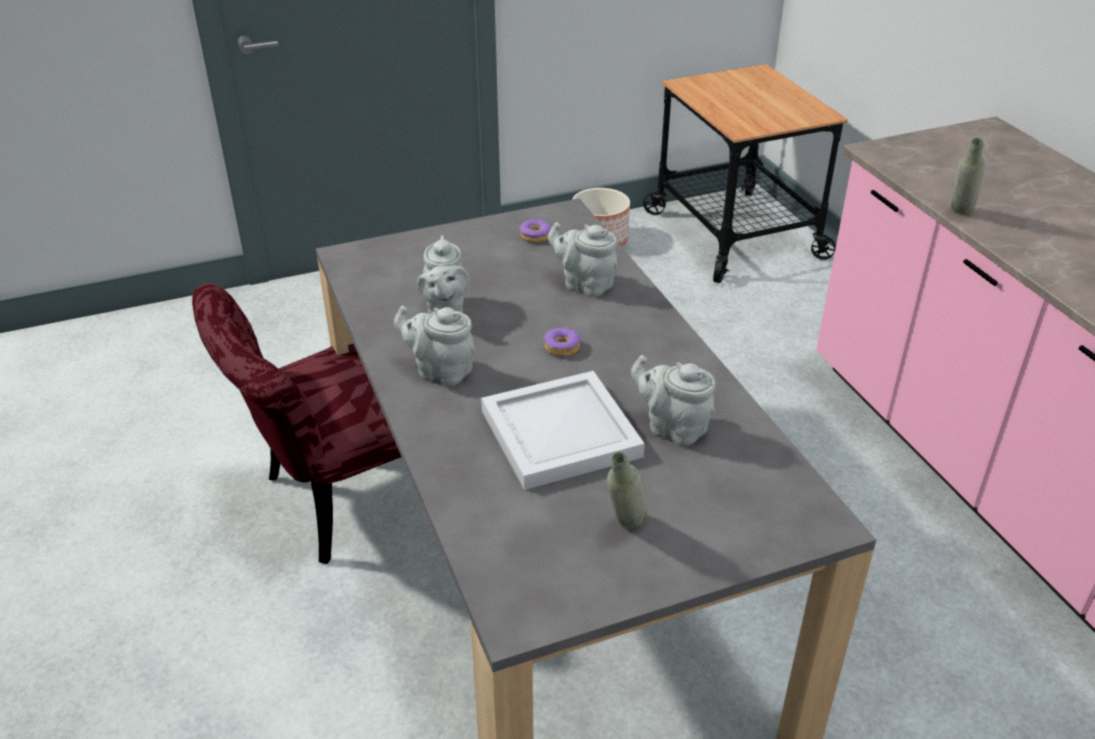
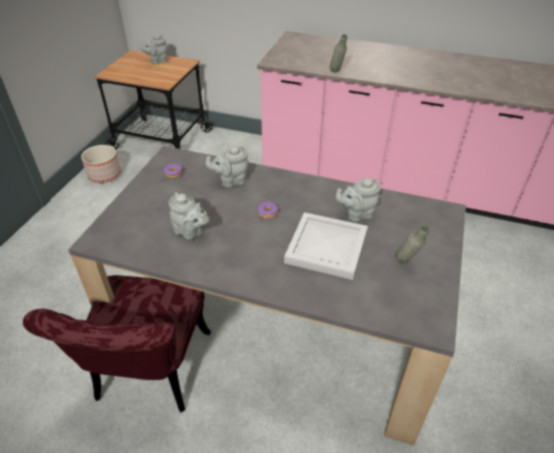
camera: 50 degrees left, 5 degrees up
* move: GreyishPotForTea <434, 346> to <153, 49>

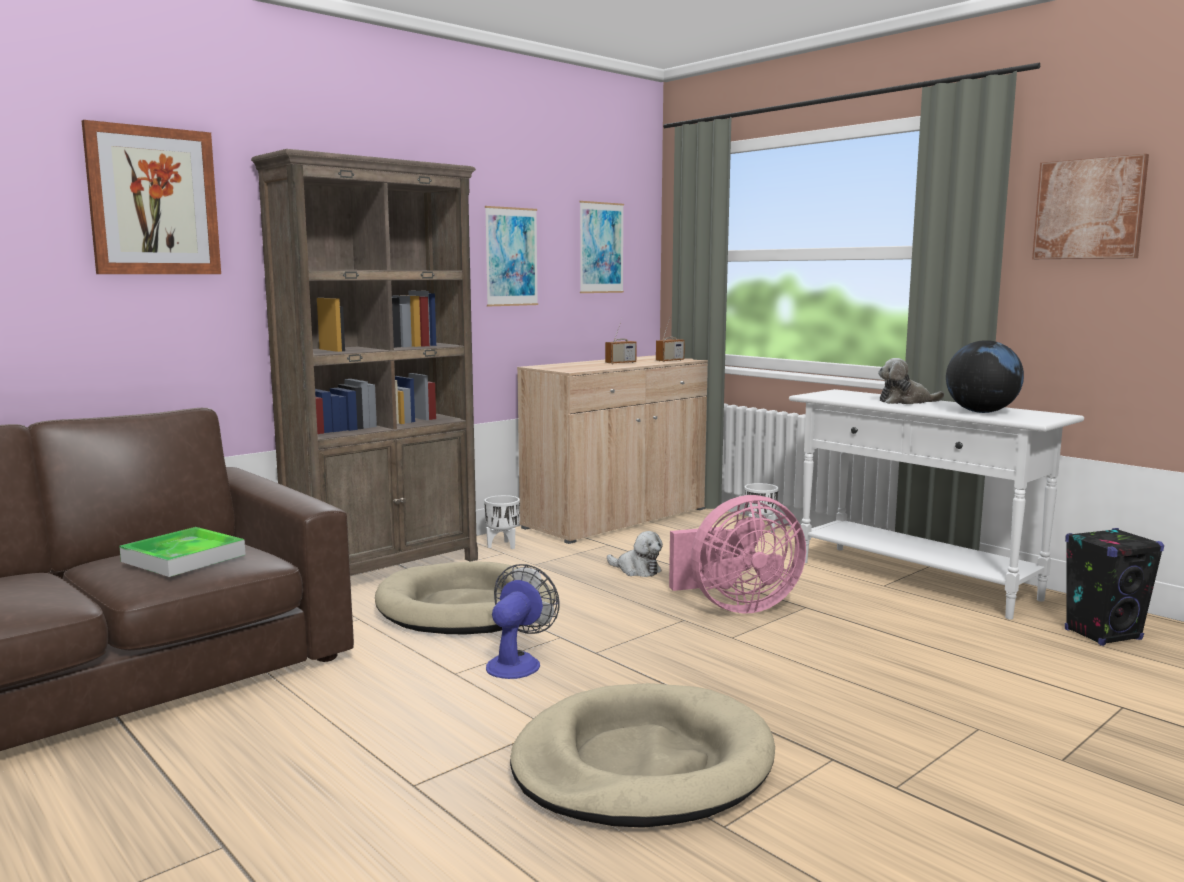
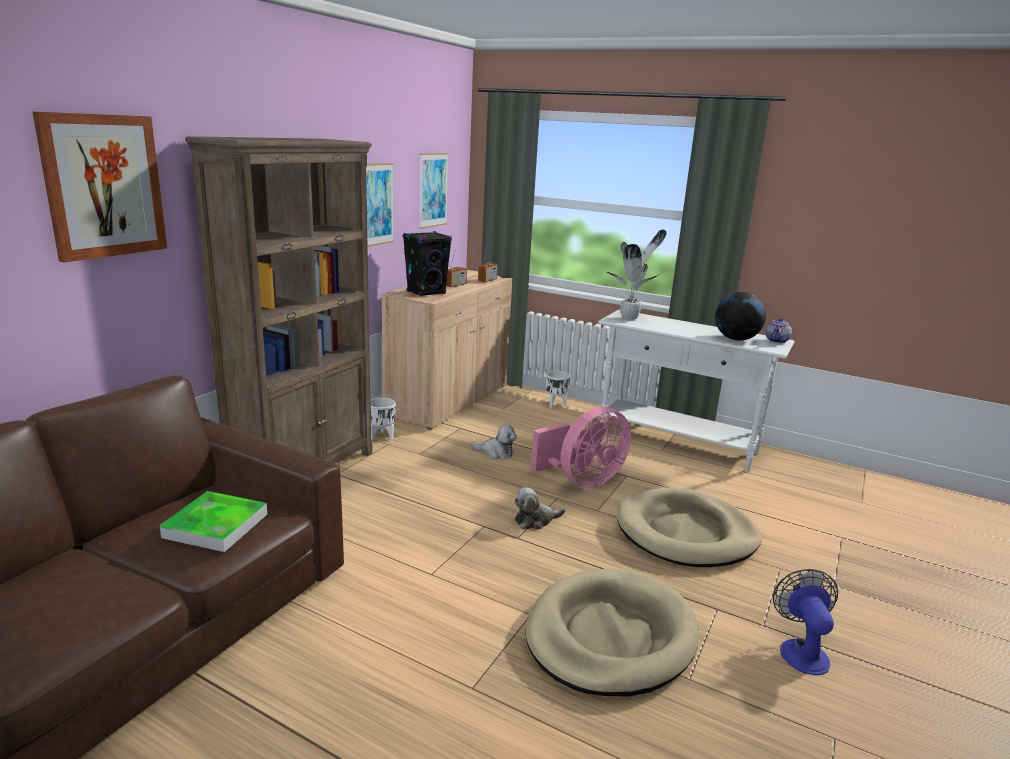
camera: 20 degrees left, 10 degrees up
* delete: WallPicture <1090, 206>
* move: CuddlyToy <911, 381> to <539, 508>
* move: BlackishAudioSpeaker <1114, 587> to <427, 264>
* move: BeigeDogBed <465, 597> to <689, 527>
* move: CoolingFan <522, 621> to <805, 622>
* insert: PlantInAPot <636, 275>
* insert: PotForTea <779, 330>

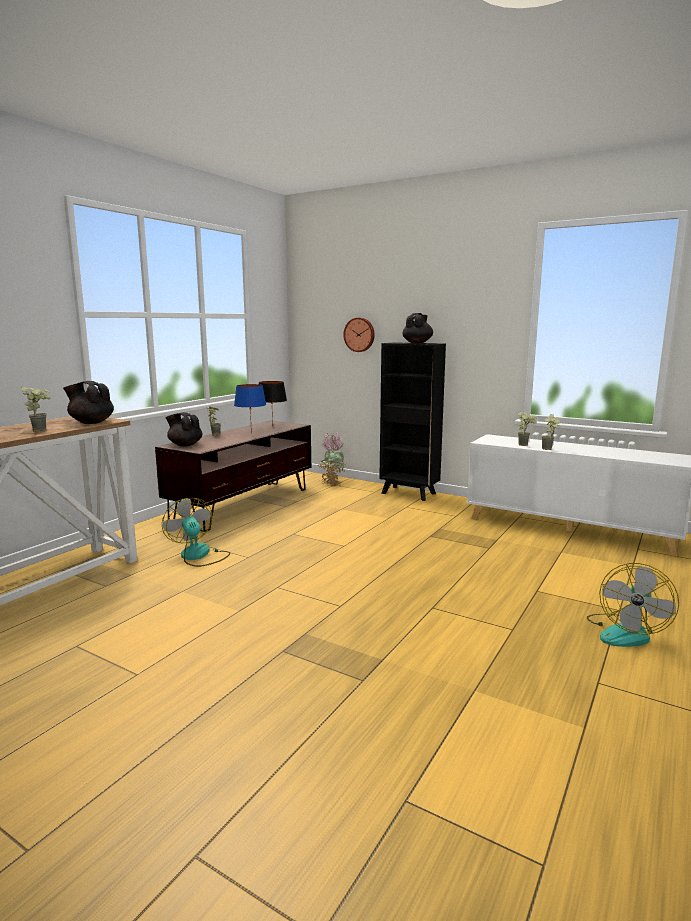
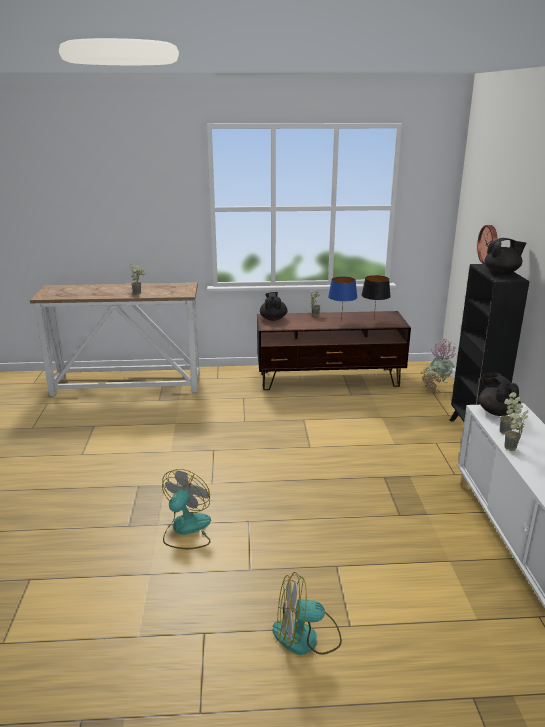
camera: 55 degrees right, 10 degrees up
* move: BlackishPotForTea <88, 402> to <500, 394>
* move: CoolingFan <196, 532> to <186, 509>

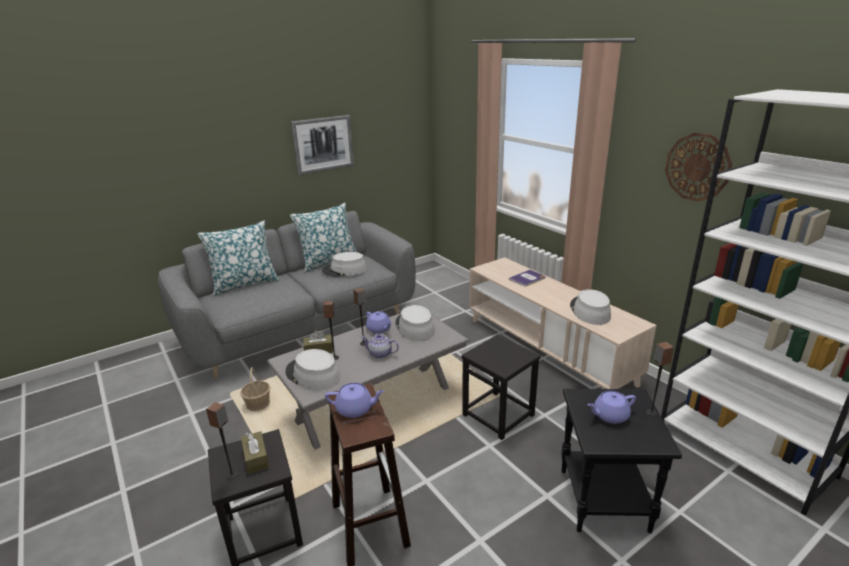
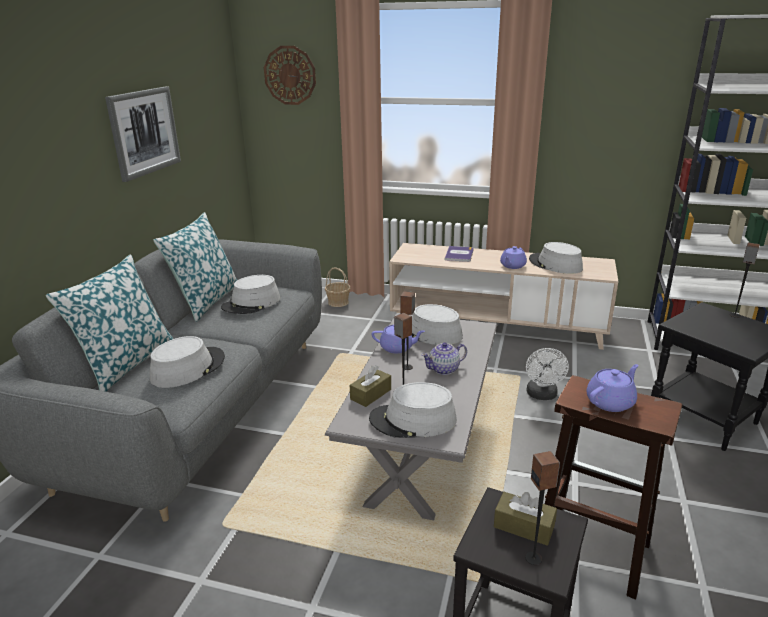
camera: 40 degrees left, 0 degrees up
* move: WallClock <698, 167> to <290, 75>
* replace: BlackishStool <501, 387> to WhiteColouredCoolingFan <547, 374>
* move: Basket <255, 389> to <338, 287>
* move: PurplePotForTea <611, 407> to <513, 257>
* insert: GreyishWearableHat <187, 362>

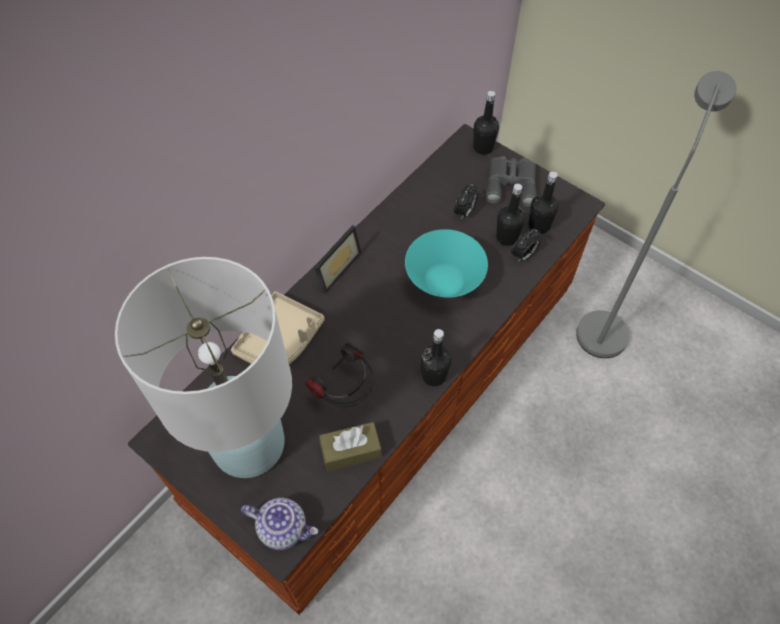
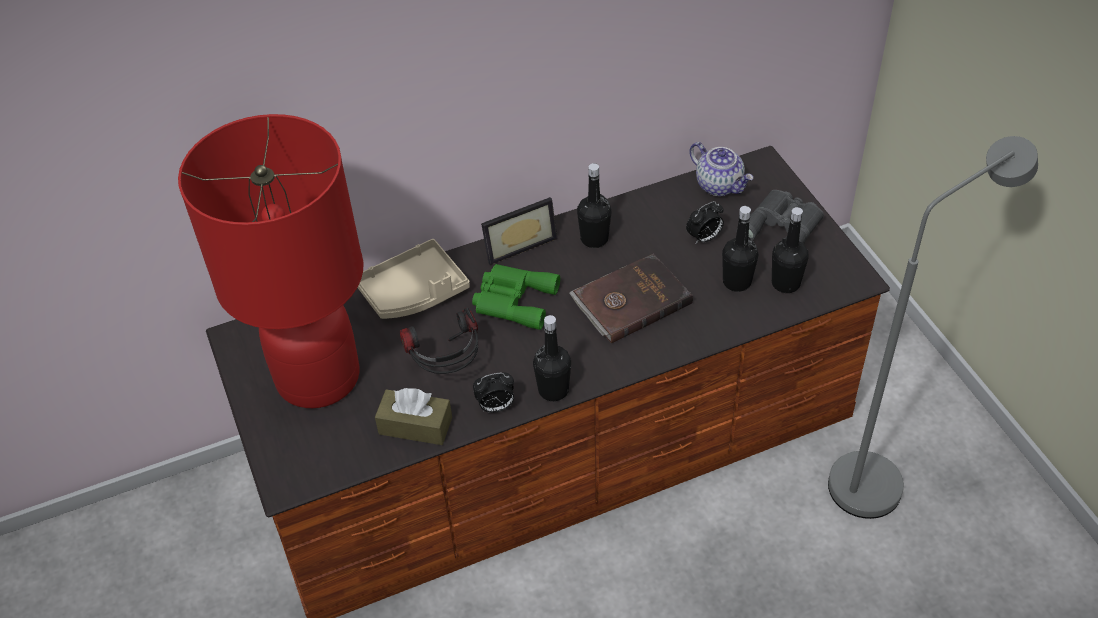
camera: 30 degrees right, 10 degrees down
* move: BlackishBottle <486, 123> to <594, 205>
* replace: TurquoiseColouredDeepDish <446, 263> to BrownishBook <631, 298>
* move: AlarmClock <526, 245> to <493, 392>
* recolor: WhiteColouredTableLamp <203, 367> to RedColouredTableLamp <270, 261>
* move: PotForTea <280, 524> to <721, 169>
* insert: GreenColouredBinoculars <516, 297>

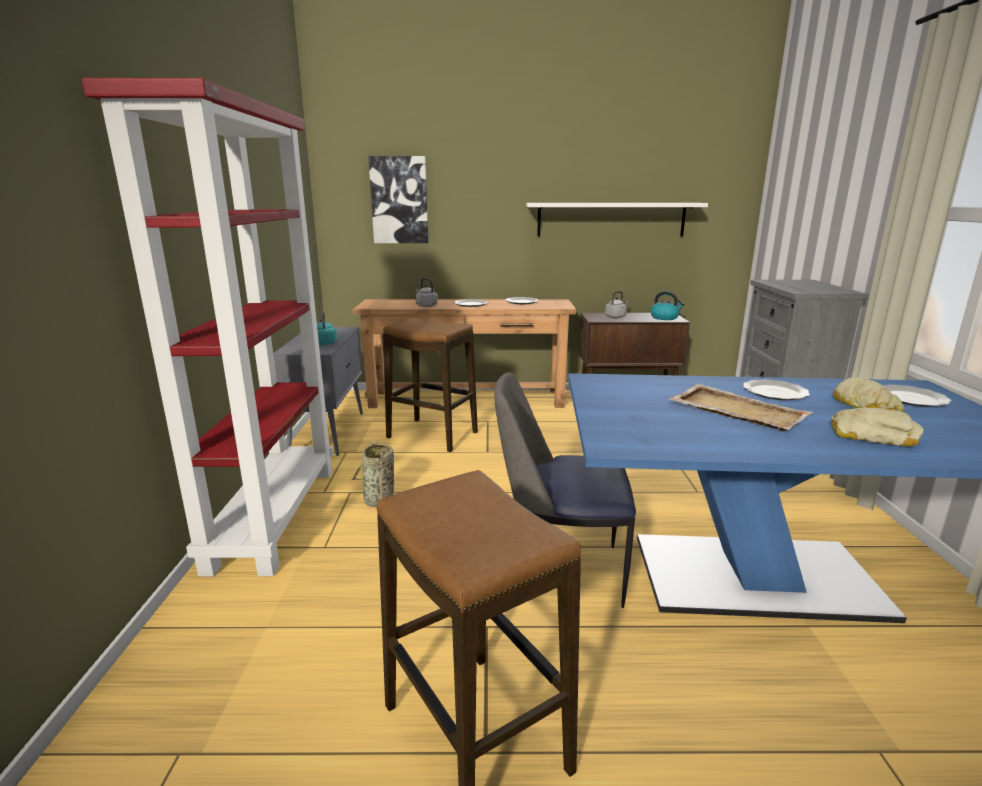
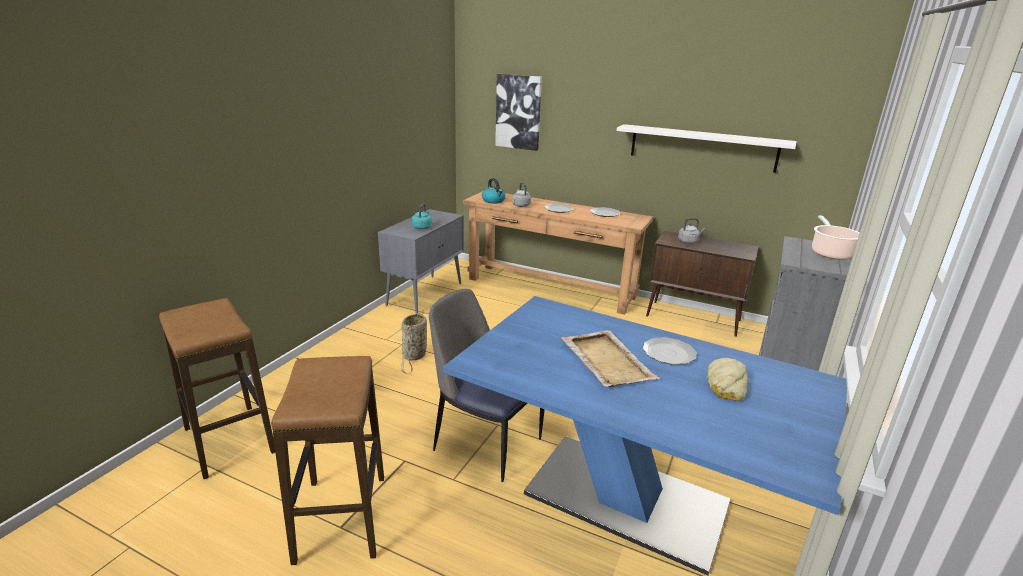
camera: 25 degrees right, 5 degrees up
* delete: RedColouredBookshelf <207, 327>
* move: TeaKettle <667, 305> to <494, 190>
* move: Stool <430, 385> to <217, 388>
* delete: FlatDish <916, 396>
* delete: Bread <877, 427>
* insert: CookingPot <836, 237>

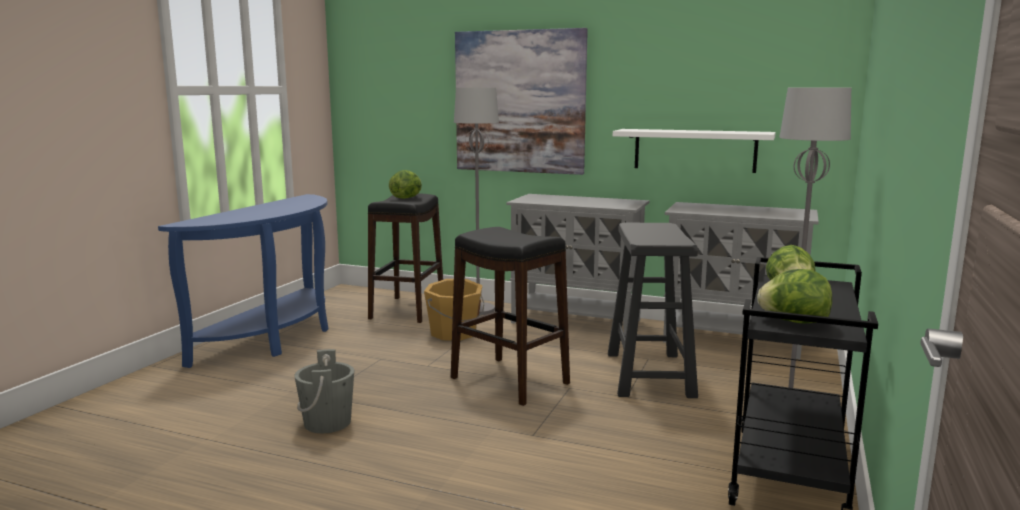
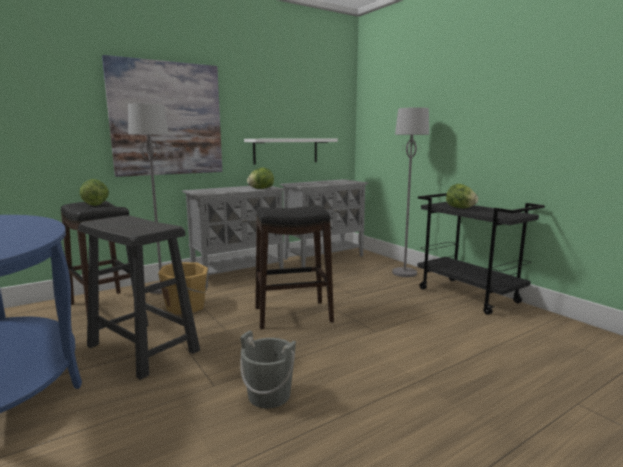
camera: 55 degrees left, 0 degrees up
* move: BlackishStool <653, 310> to <139, 298>
* move: Lettuce <794, 296> to <260, 178>

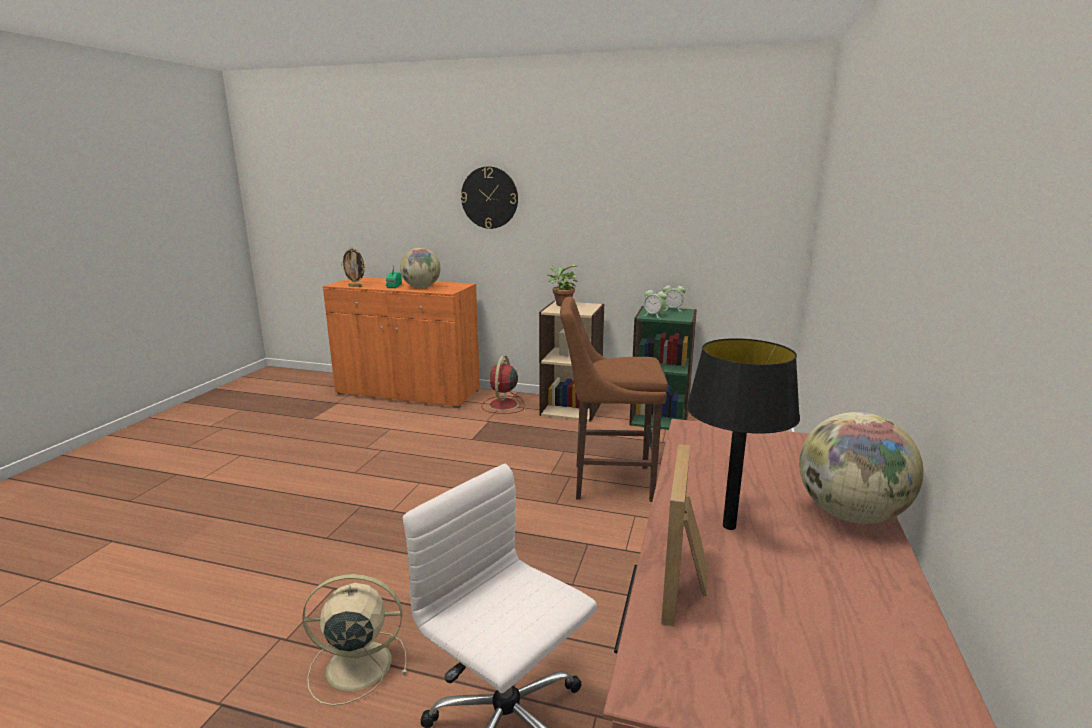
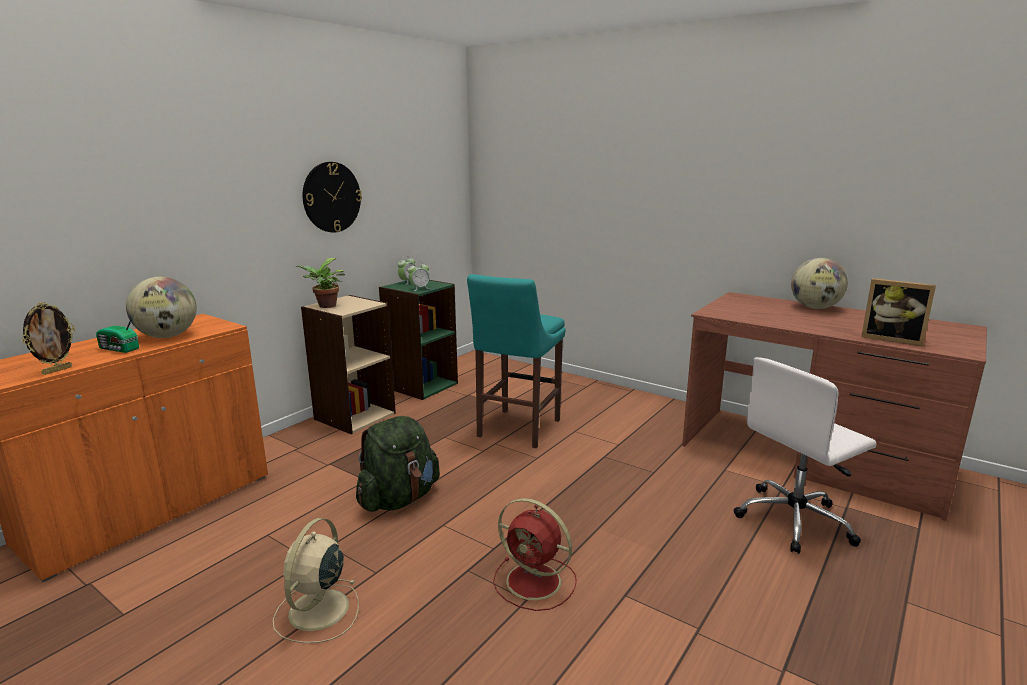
camera: 70 degrees left, 0 degrees up
* move: WallClock <489, 197> to <332, 197>
* recolor: BrownishStool <614, 399> to TurquoiseColouredStool <516, 361>
* delete: BlackishTableLamp <743, 434>
* move: RedColouredCoolingFan <503, 384> to <535, 554>
* move: BeigeCoolingFan <354, 640> to <316, 580>
* insert: GreenColouredKnapsack <398, 464>

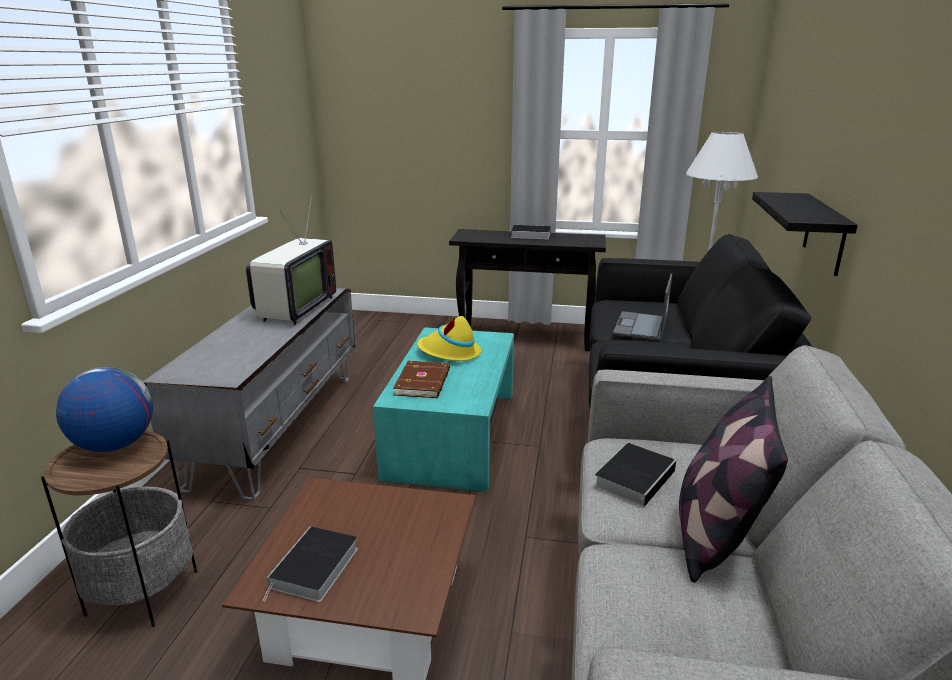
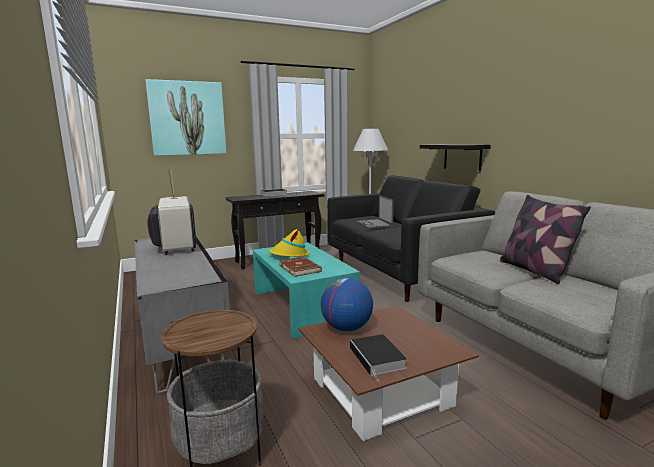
camera: 35 degrees left, 10 degrees down
* move: DeskGlobe <104, 409> to <347, 304>
* delete: Book <635, 475>
* insert: WallPicture <186, 117>

